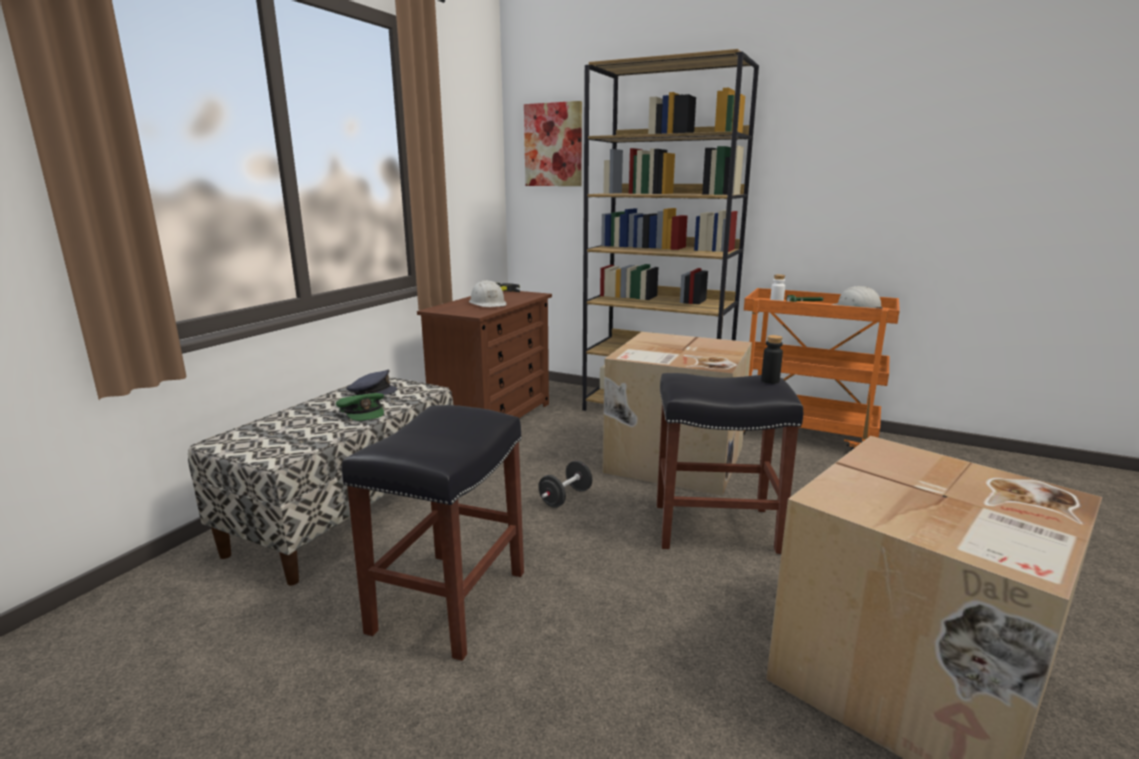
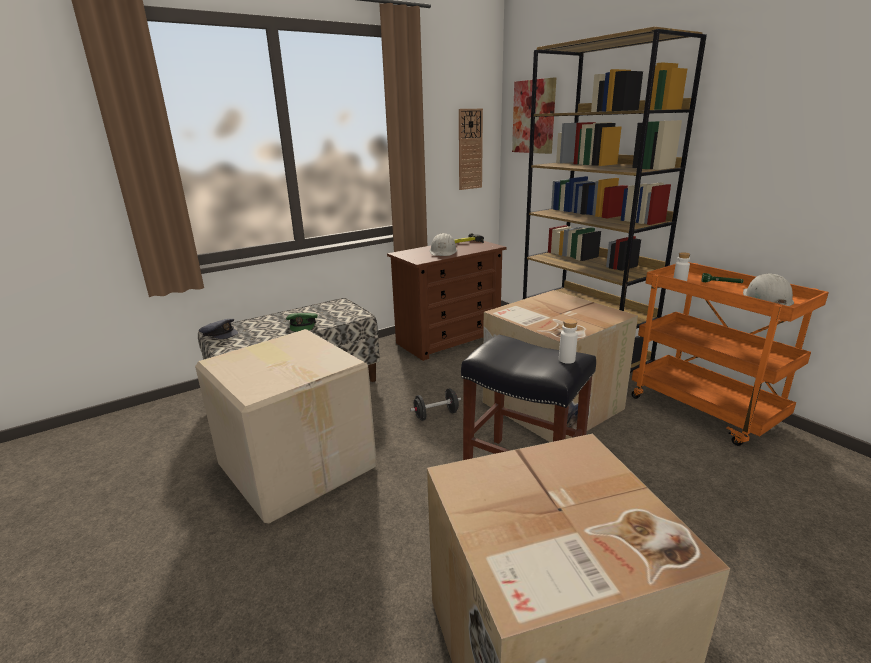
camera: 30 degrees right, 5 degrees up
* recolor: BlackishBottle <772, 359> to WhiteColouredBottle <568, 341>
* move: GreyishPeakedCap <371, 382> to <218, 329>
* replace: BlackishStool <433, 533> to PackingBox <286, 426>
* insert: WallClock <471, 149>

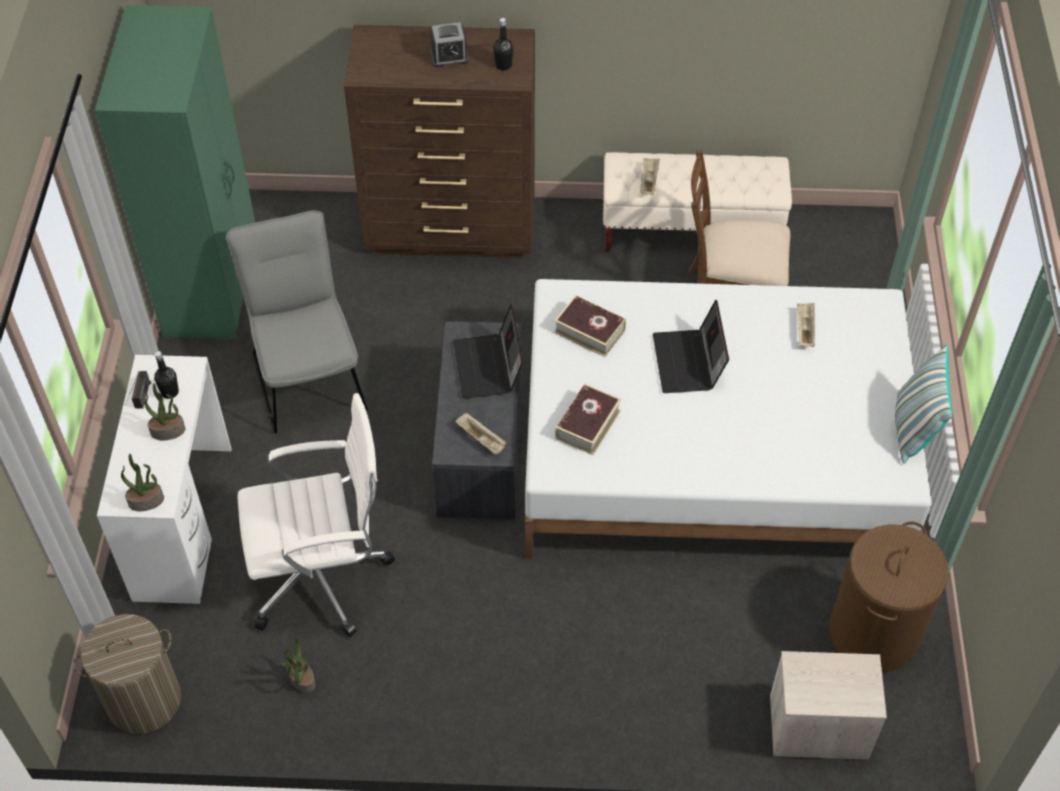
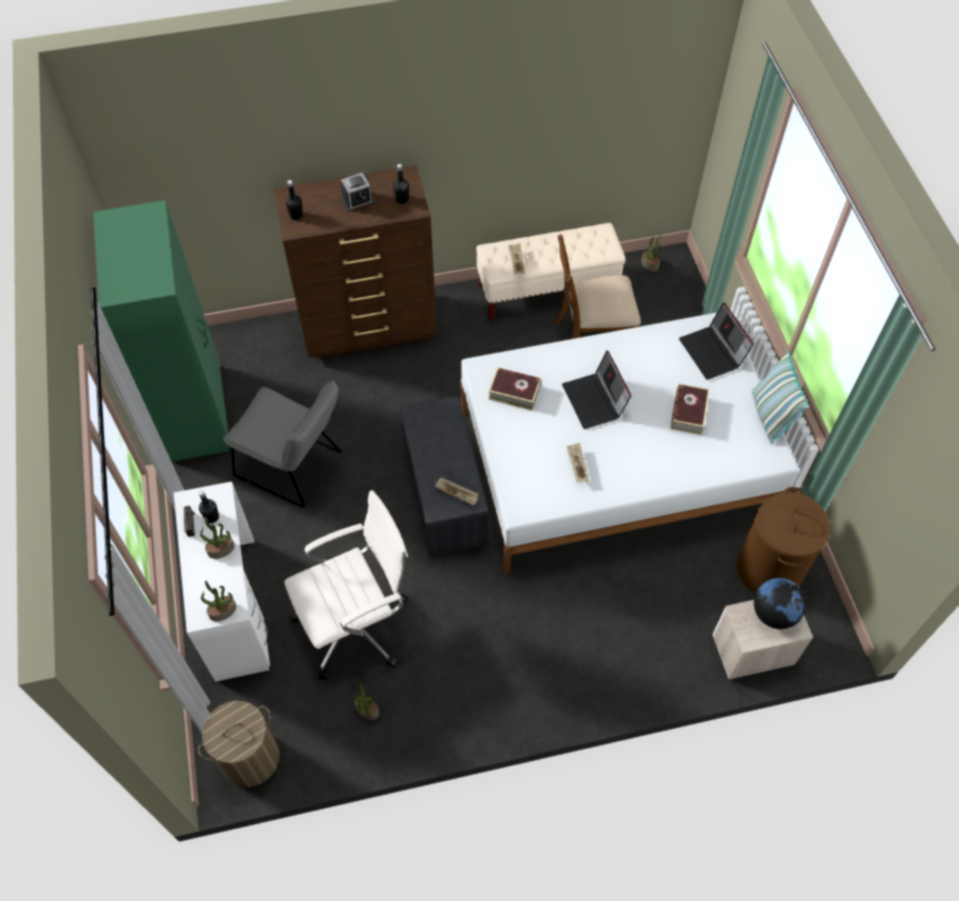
camera: 15 degrees left, 5 degrees up
* rotate: GreyishUprightChair <297, 322> = <282, 444> 150 degrees clockwise
* move: BeigeServingTray <806, 325> to <578, 463>
* move: NotebookComputer <488, 351> to <716, 341>
* move: Book <588, 419> to <690, 409>
* insert: BlackishBottle <294, 200>
* insert: PlantInAPot <651, 253>
* insert: DeskGlobe <780, 603>

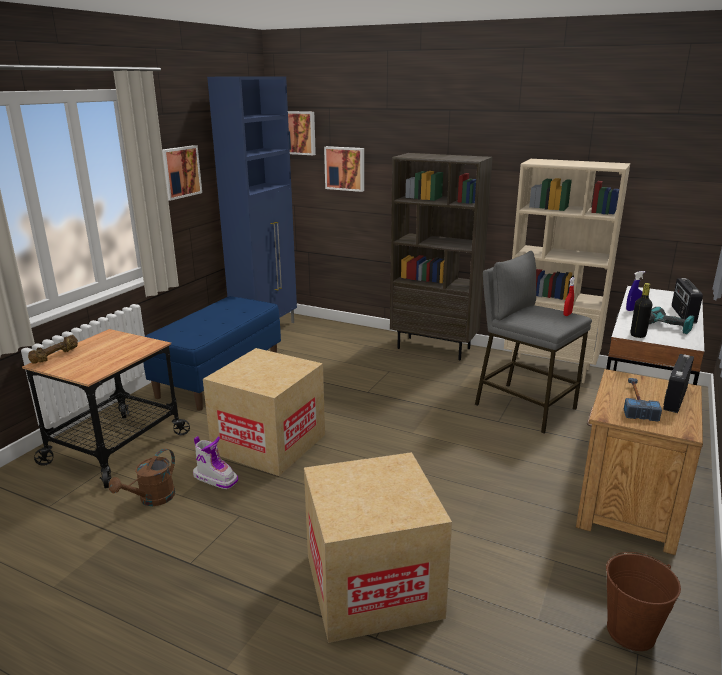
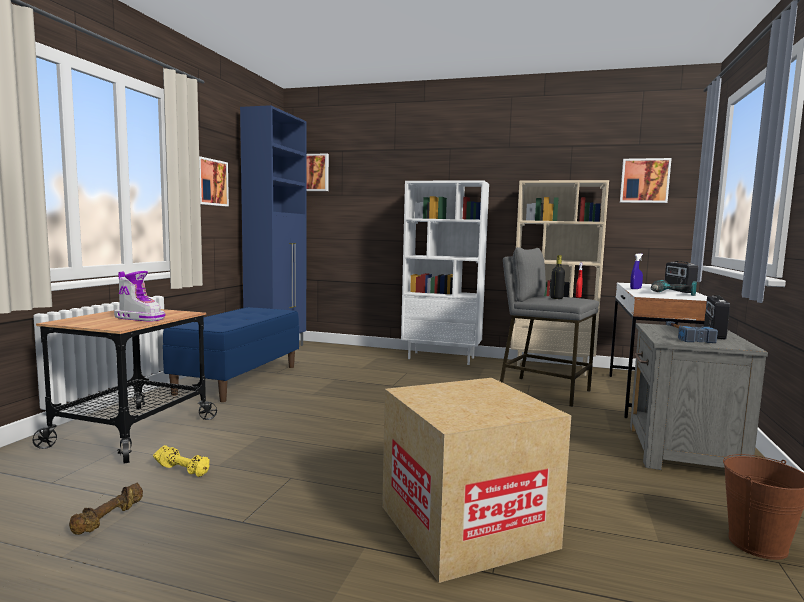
camera: 10 degrees left, 15 degrees down
* move: WallPicture <344, 169> to <646, 180>
* recolor: BrownishBookshelf <441, 256> to WhiteColouredBookshelf <445, 272>
* move: BlackishBottle <641, 310> to <558, 277>
* move: BrownishDumbbell <53, 349> to <106, 509>
* delete: PackingBox <264, 412>
* recolor: BrownishNightTable <639, 462> to GreyishNightTable <699, 396>
* move: TallBoot <215, 462> to <140, 296>
* replace: BrownishSprinklingCan <142, 477> to YellowColouredDumbbell <181, 461>

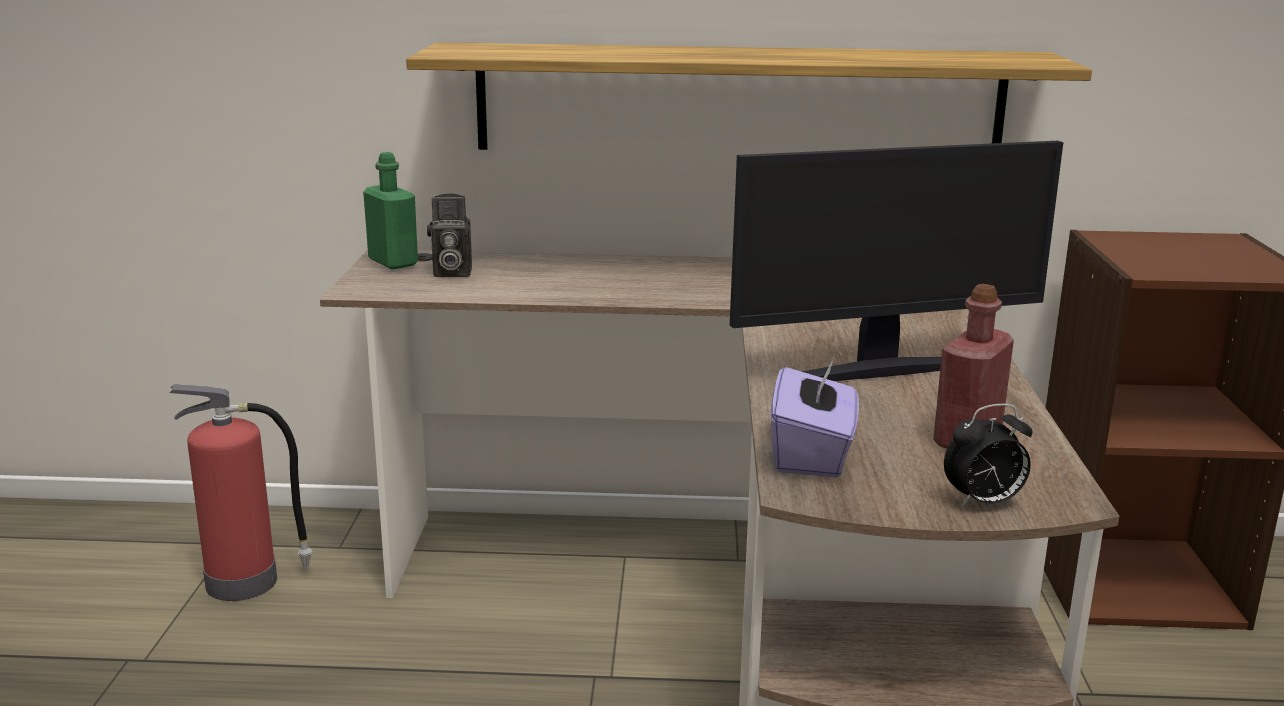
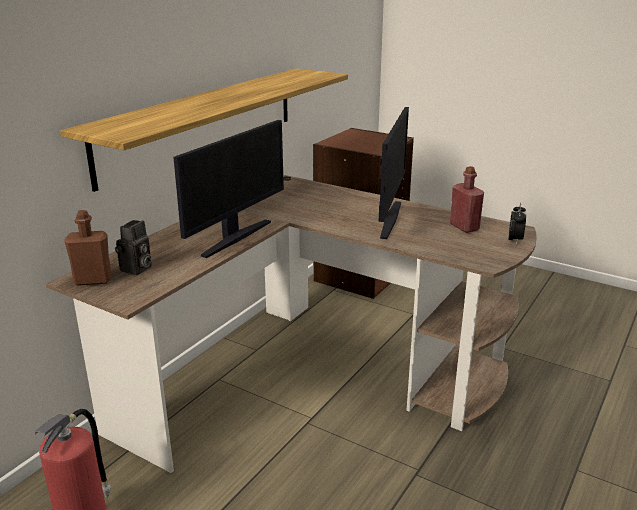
camera: 60 degrees left, 5 degrees up
* recolor: GreenColouredBottle <390, 210> to BrownishBottle <88, 248>
* delete: PurpleTissueHolder <815, 417>
* insert: ComputerScreen <228, 189>

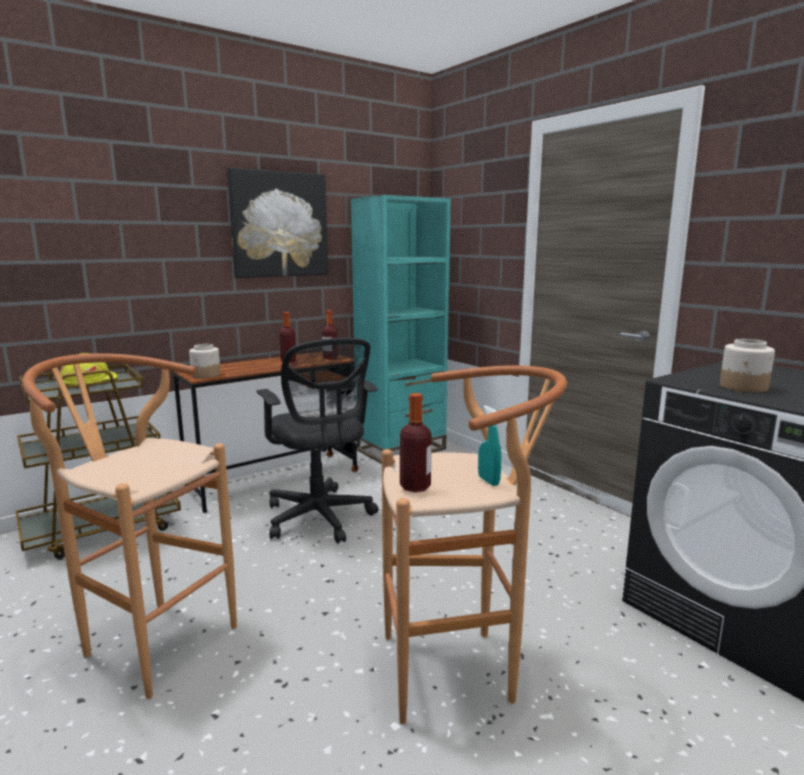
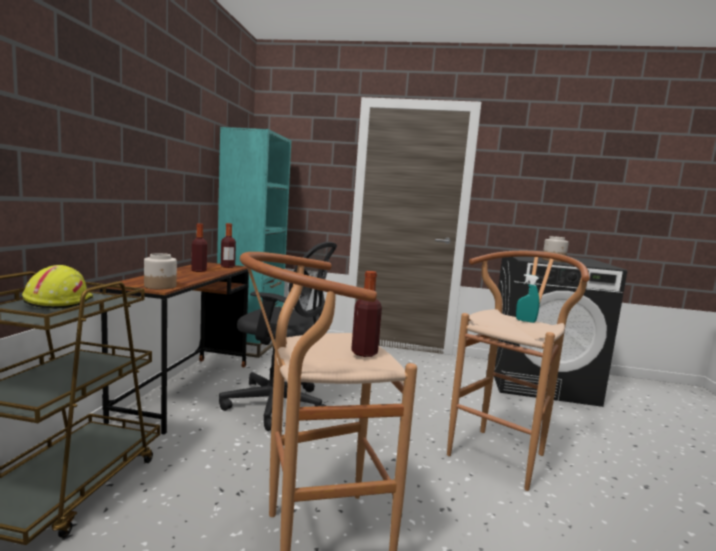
camera: 45 degrees left, 5 degrees down
* delete: WallPicture <277, 223>
* move: Bottle <416, 442> to <366, 314>

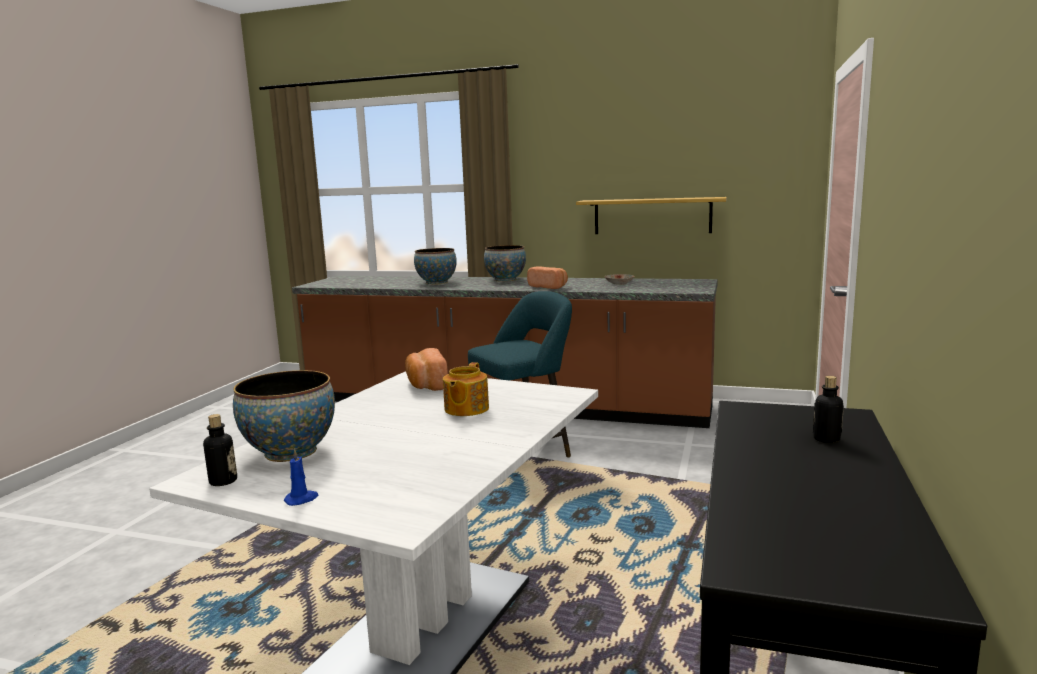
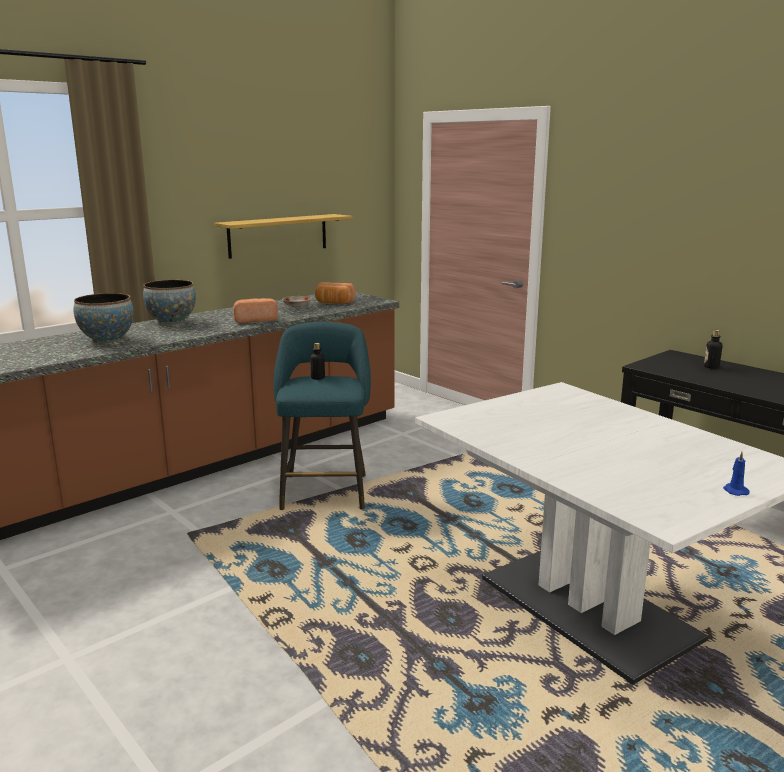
camera: 60 degrees left, 5 degrees up
* move: Bread <426, 369> to <335, 293>
* delete: PotForTea <466, 389>
* delete: DeepDish <284, 416>
* move: Bottle <220, 450> to <317, 361>

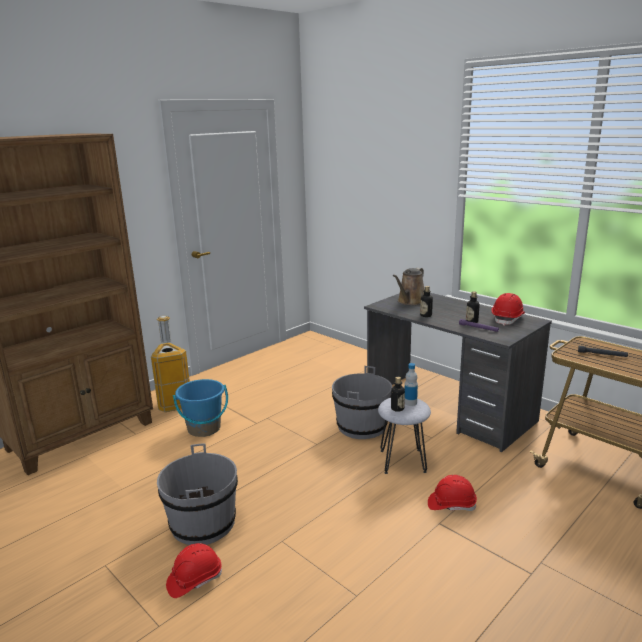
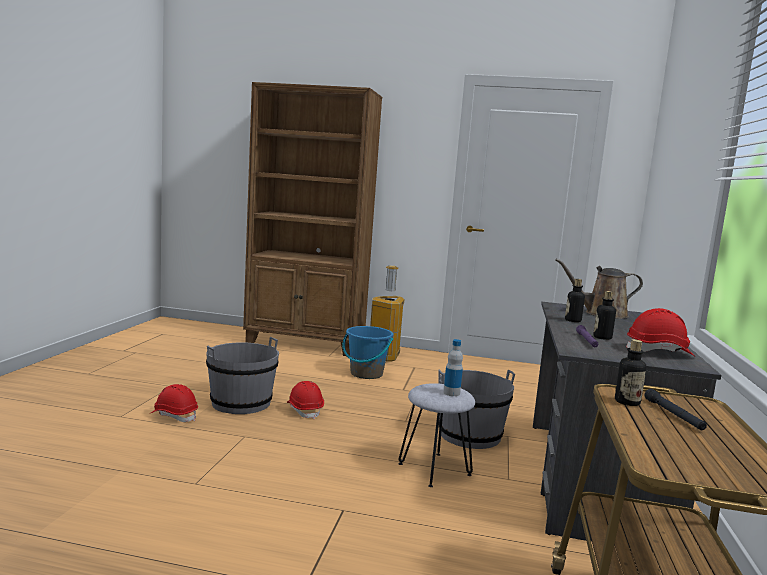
camera: 55 degrees right, 10 degrees down
* move: Bottle <398, 394> to <630, 372>
* move: RedColouredSafetyHelmet <452, 493> to <305, 400>

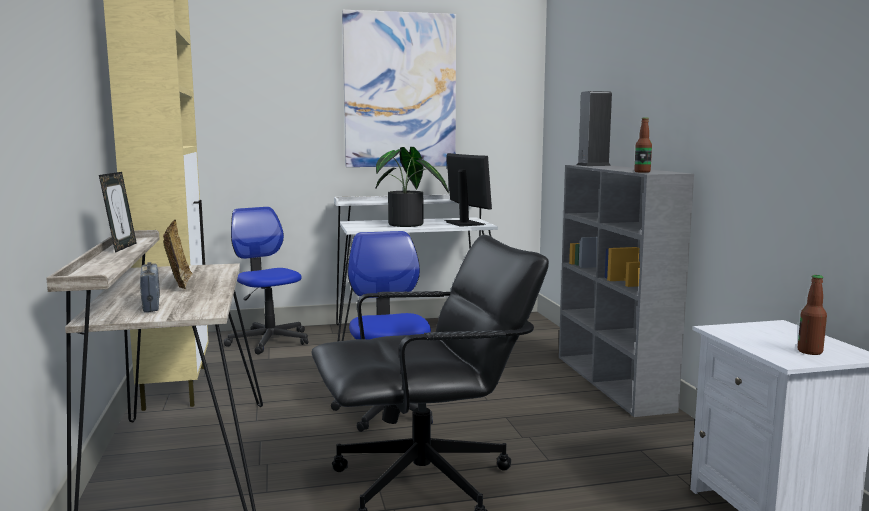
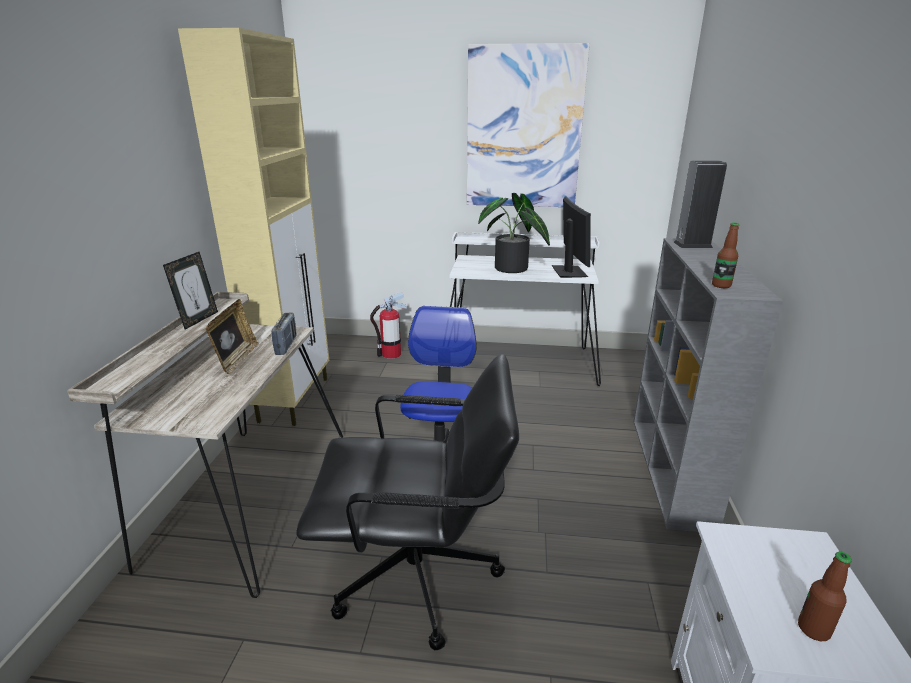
camera: 20 degrees right, 15 degrees up
* replace: ComputerChair <266, 280> to FireExtinguisher <388, 325>
* move: RadioReceiver <150, 287> to <284, 333>

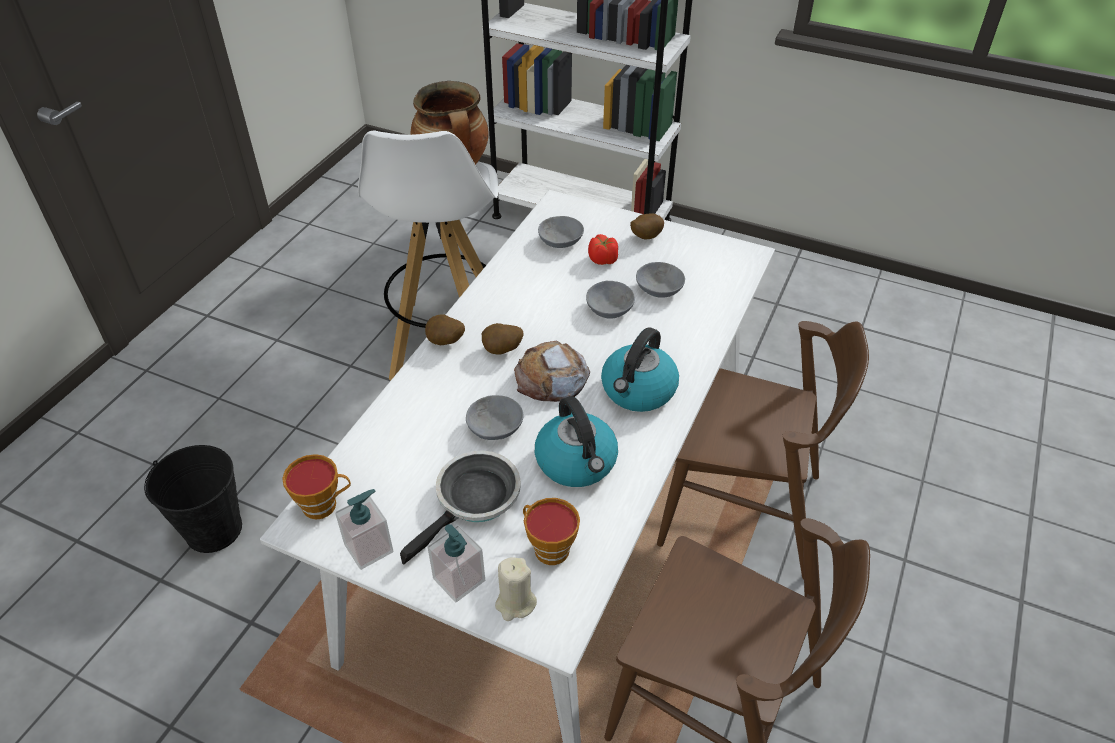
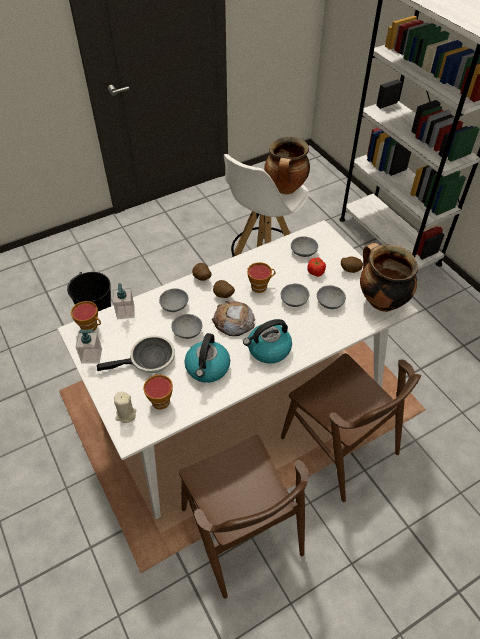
camera: 35 degrees right, 5 degrees up
* move: LiquidSoapBottle <456, 563> to <124, 301>
* insert: CookingPot <389, 277>
* insert: SmallCup <261, 277>
* insert: GreyishDeepDish <174, 300>

